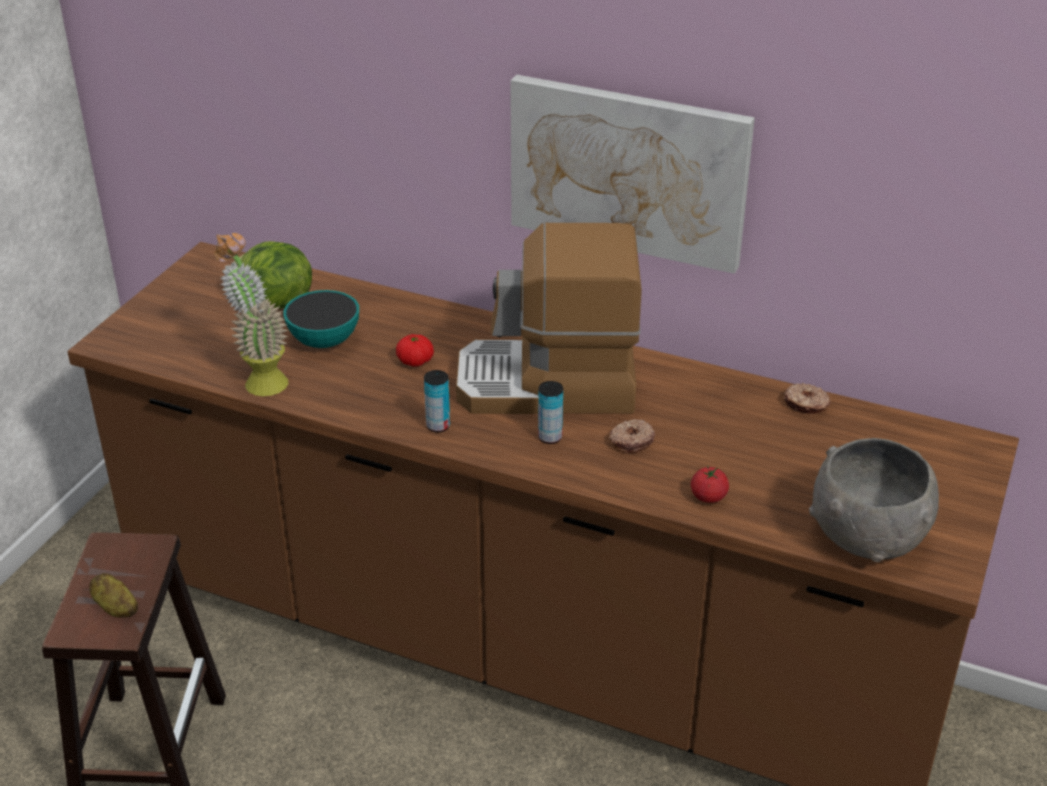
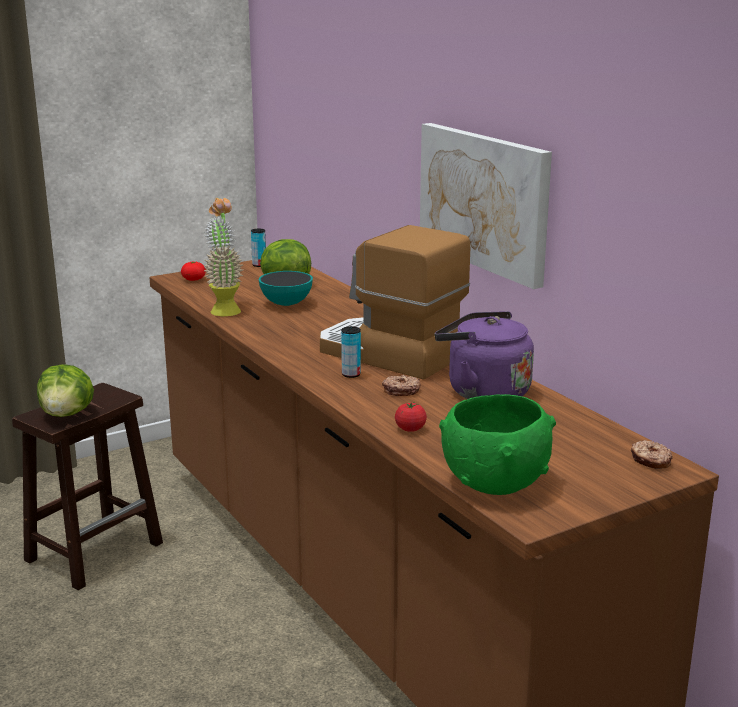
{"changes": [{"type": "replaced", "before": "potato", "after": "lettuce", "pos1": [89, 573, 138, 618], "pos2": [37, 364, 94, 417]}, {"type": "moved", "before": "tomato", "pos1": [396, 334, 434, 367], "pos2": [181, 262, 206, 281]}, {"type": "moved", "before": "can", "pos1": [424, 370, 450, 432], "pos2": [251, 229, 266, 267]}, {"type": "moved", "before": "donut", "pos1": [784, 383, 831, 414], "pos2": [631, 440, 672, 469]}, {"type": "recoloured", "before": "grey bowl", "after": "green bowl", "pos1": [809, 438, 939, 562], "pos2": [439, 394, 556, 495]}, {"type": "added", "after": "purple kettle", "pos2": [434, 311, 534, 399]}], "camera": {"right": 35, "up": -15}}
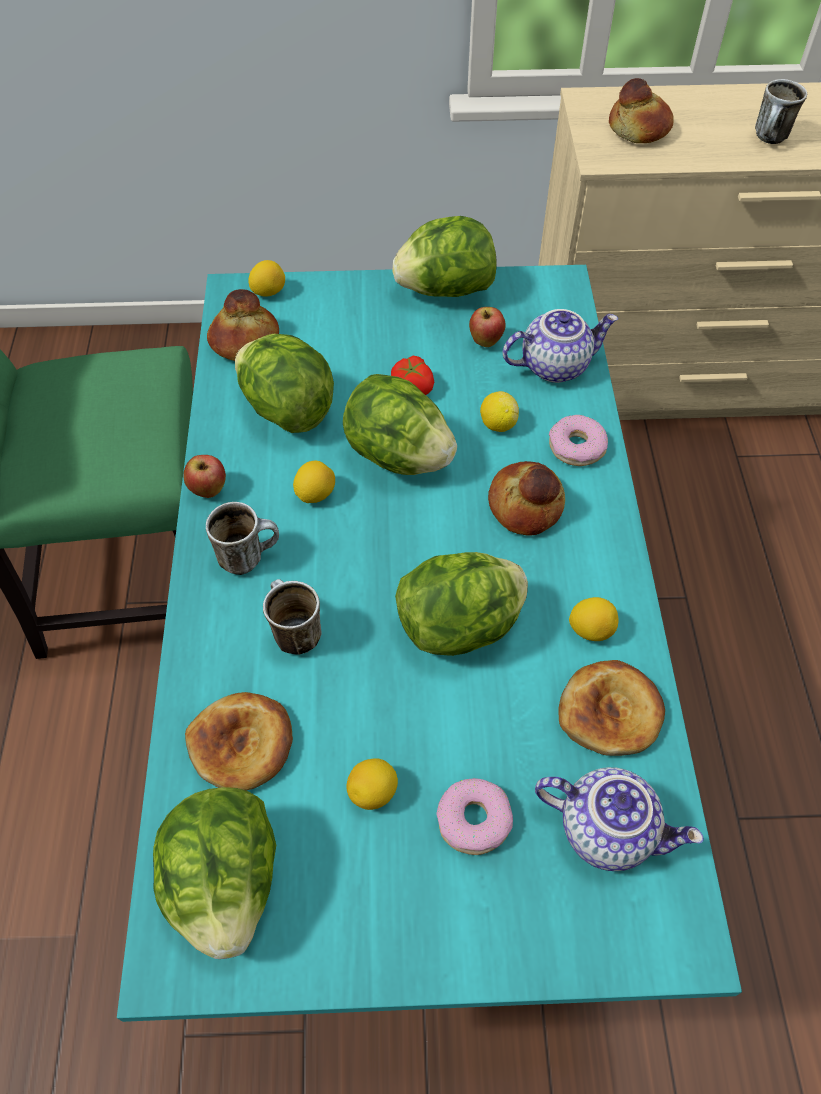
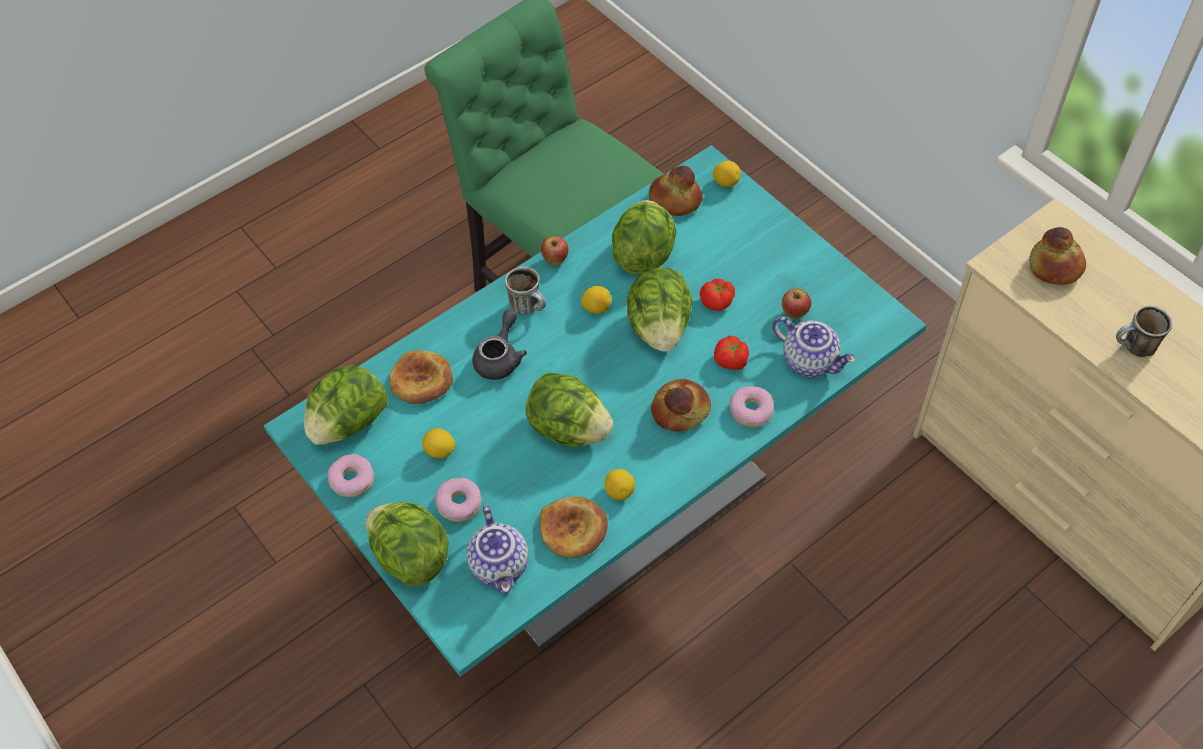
{"changes": [{"type": "replaced", "before": "mug", "after": "grey teapot", "pos1": [263, 579, 322, 655], "pos2": [472, 310, 527, 380]}, {"type": "moved", "before": "lettuce", "pos1": [393, 216, 497, 297], "pos2": [366, 502, 448, 586]}, {"type": "replaced", "before": "lemon", "after": "tomato", "pos1": [480, 391, 519, 432], "pos2": [714, 336, 749, 370]}, {"type": "added", "after": "donut", "pos2": [328, 454, 374, 497]}], "camera": {"right": 55, "up": 0}}
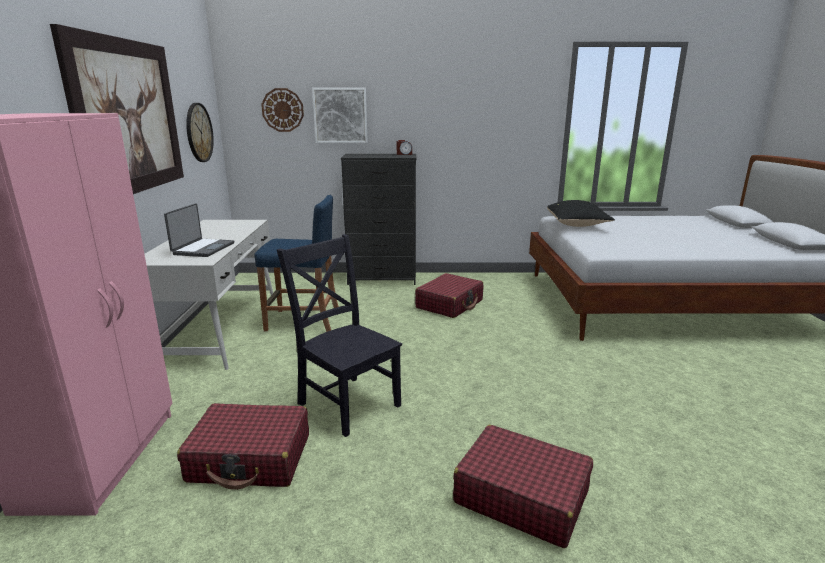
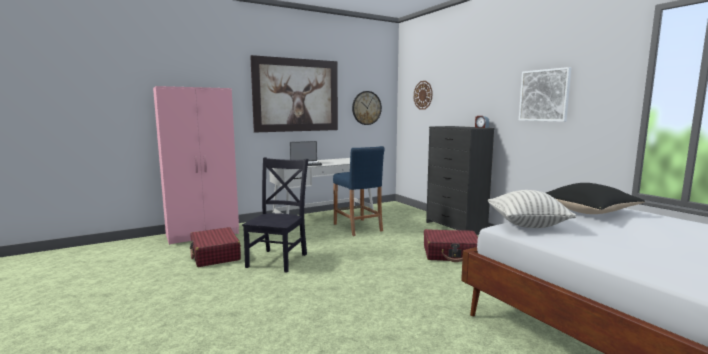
{"changes": [{"type": "moved", "before": "picture", "pos1": [312, 88, 368, 143], "pos2": [519, 67, 571, 122]}, {"type": "removed", "before": "red suitcase", "pos1": [453, 425, 593, 548]}, {"type": "added", "after": "pillow", "pos2": [488, 190, 576, 228]}], "camera": {"right": 60, "up": -10}}
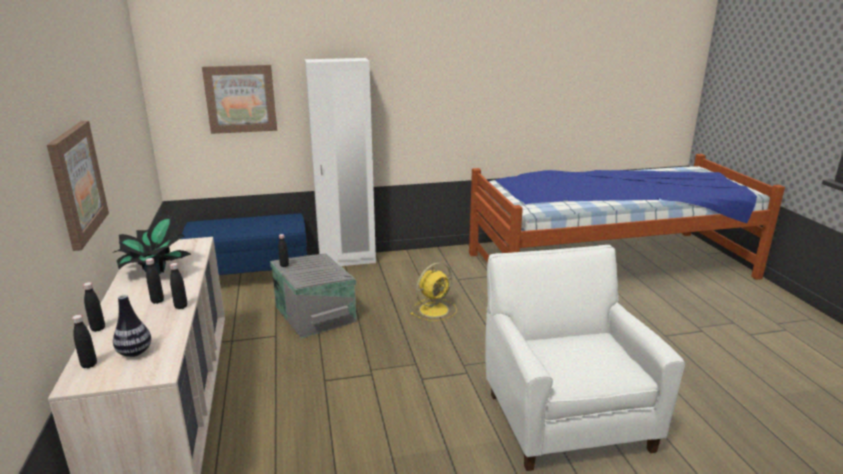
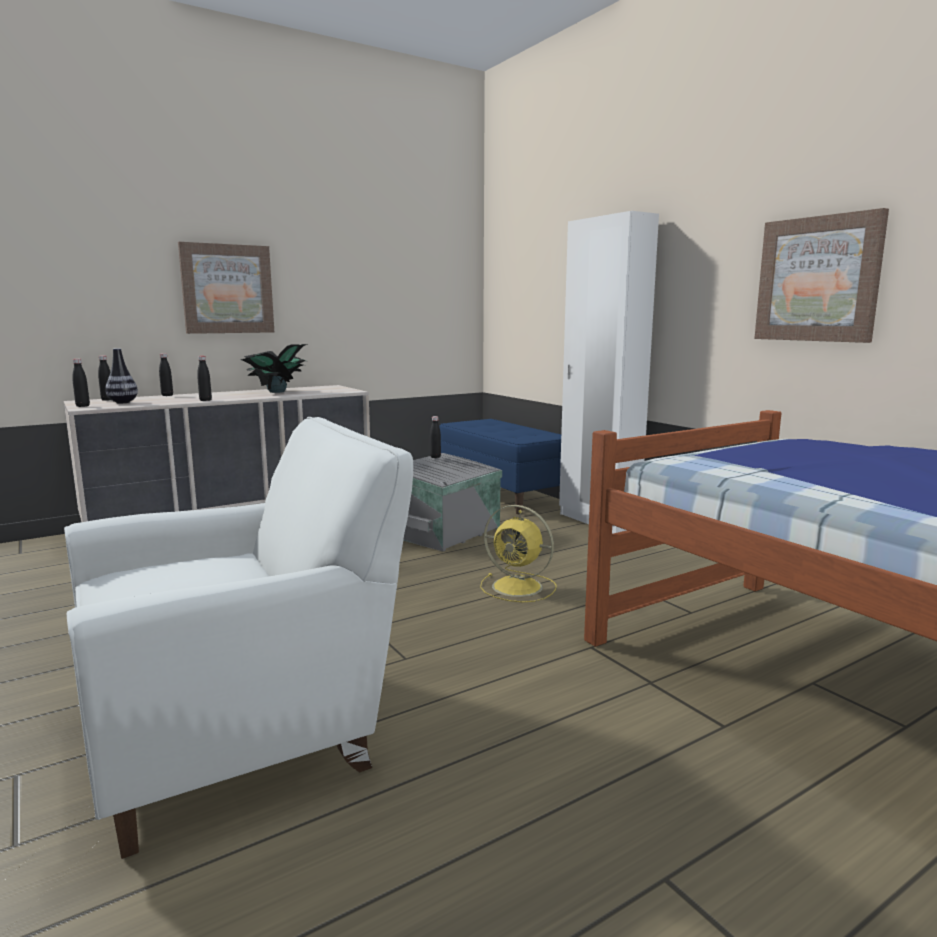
{"changes": [{"type": "moved", "before": "black bottle", "pos1": [146, 258, 164, 304], "pos2": [72, 359, 90, 407]}, {"type": "moved", "before": "picture", "pos1": [202, 65, 277, 134], "pos2": [754, 208, 889, 343]}], "camera": {"right": 70, "up": -10}}
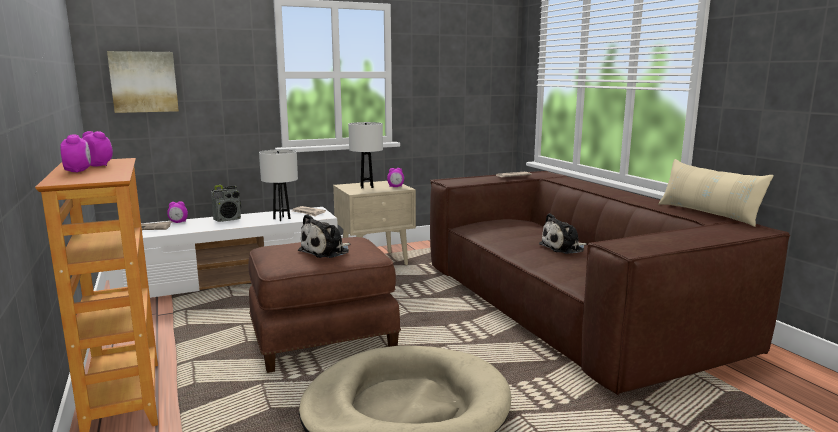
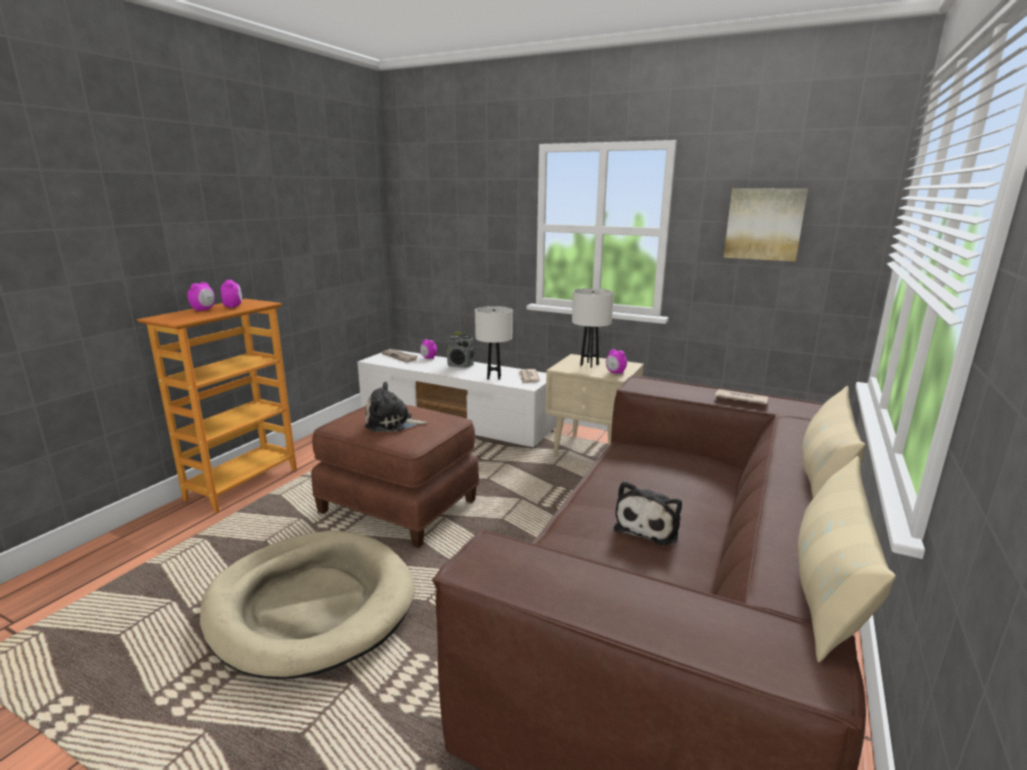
{"changes": [{"type": "moved", "before": "picture", "pos1": [107, 51, 179, 113], "pos2": [724, 188, 808, 262]}, {"type": "turned", "before": "plush toy", "pos1": [539, 213, 587, 254], "pos2": [614, 481, 682, 545], "turn": -90}, {"type": "added", "after": "beige pillow", "pos2": [802, 386, 866, 498]}], "camera": {"right": 50, "up": 5}}
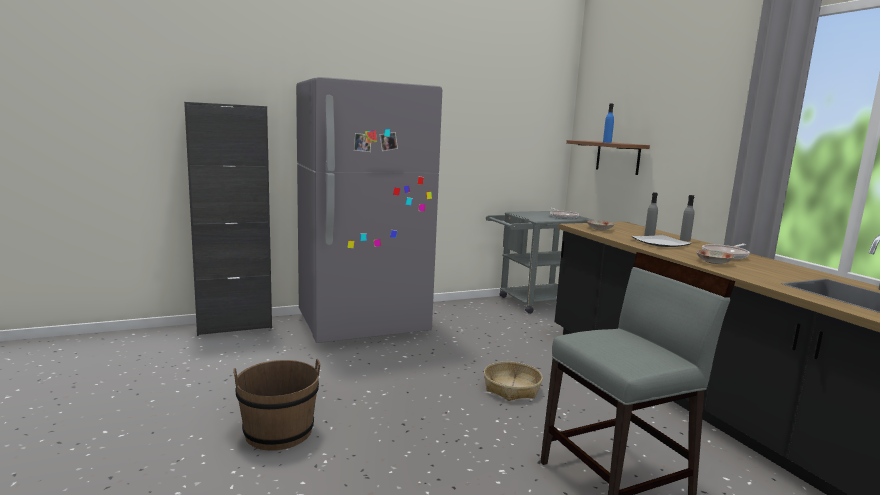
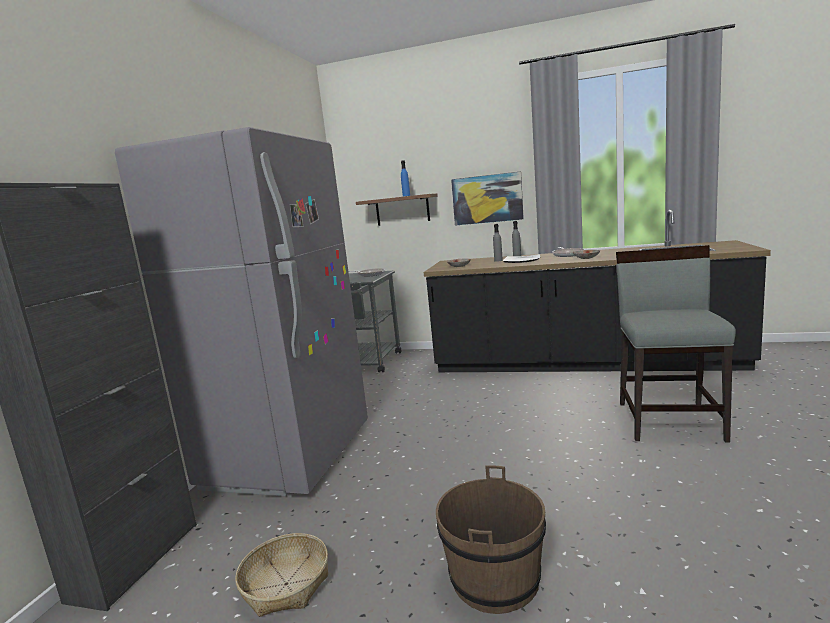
{"changes": [{"type": "moved", "before": "basket", "pos1": [484, 361, 543, 401], "pos2": [235, 533, 328, 617]}, {"type": "added", "after": "picture", "pos2": [451, 171, 524, 225]}], "camera": {"right": -50, "up": 0}}
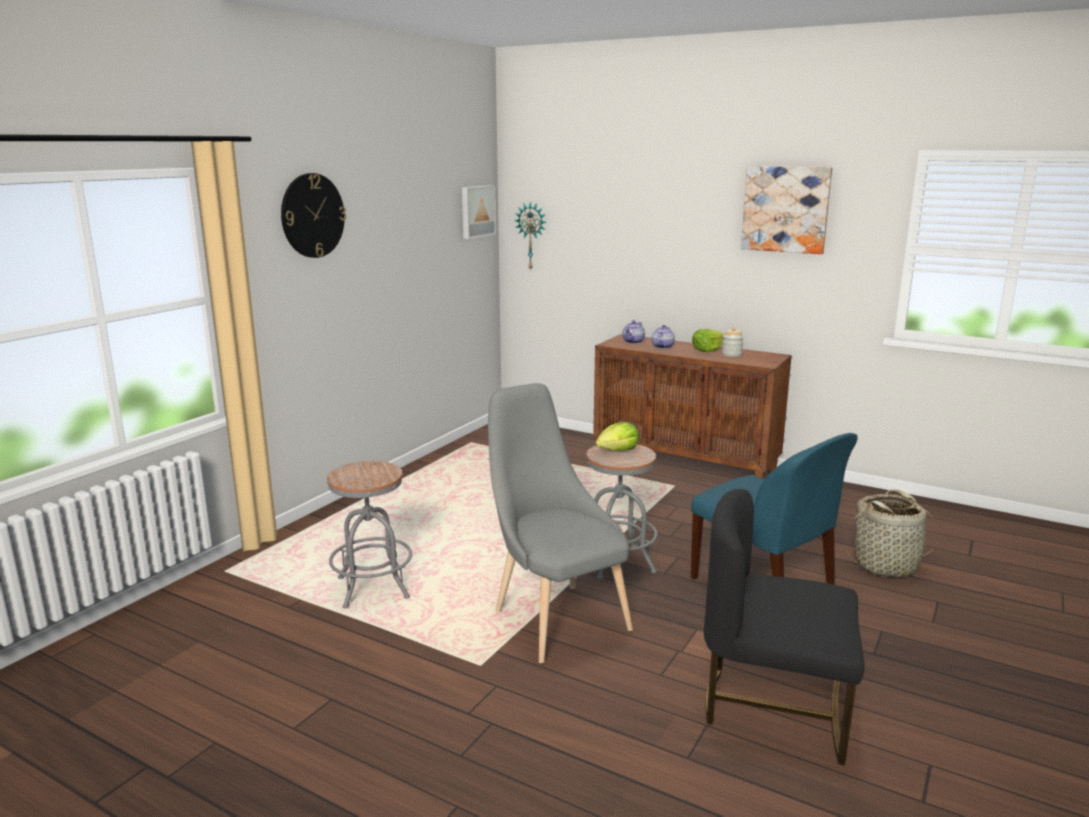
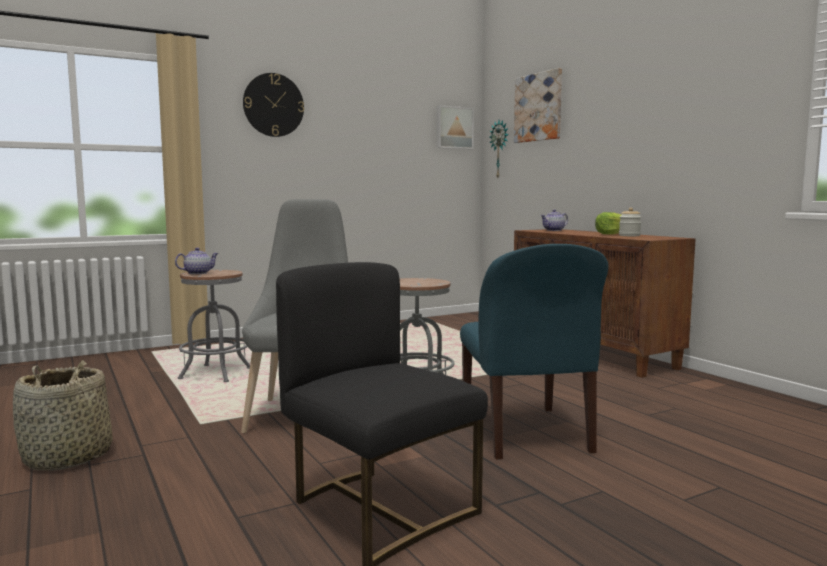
{"changes": [{"type": "removed", "before": "lettuce", "pos1": [596, 422, 639, 451]}, {"type": "moved", "before": "teapot", "pos1": [652, 325, 675, 349], "pos2": [175, 248, 219, 274]}, {"type": "moved", "before": "picture", "pos1": [741, 166, 832, 254], "pos2": [514, 68, 562, 143]}, {"type": "moved", "before": "basket", "pos1": [847, 489, 940, 577], "pos2": [13, 360, 113, 471]}], "camera": {"right": 30, "up": -10}}
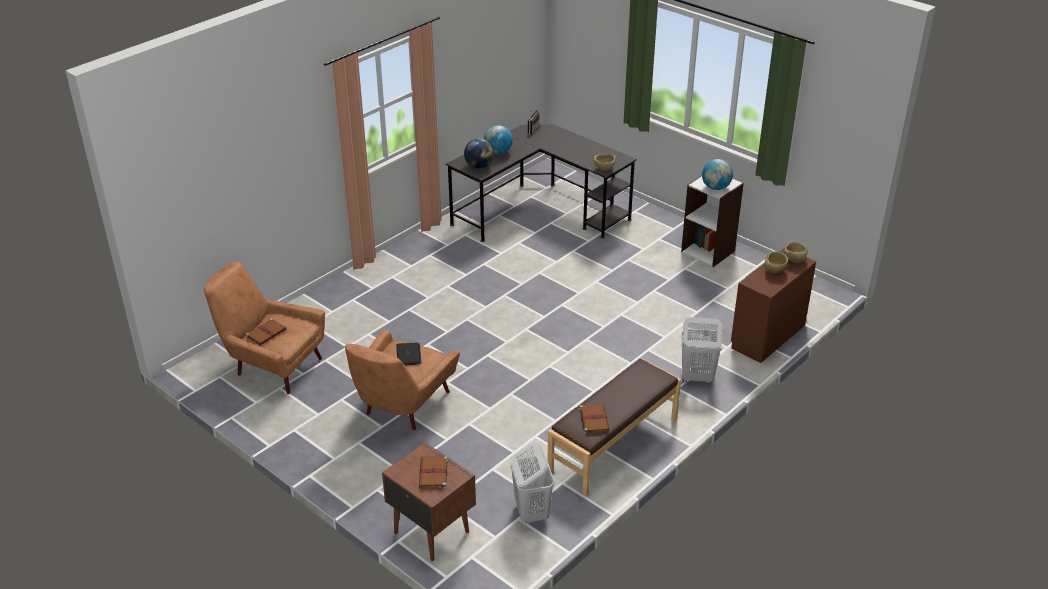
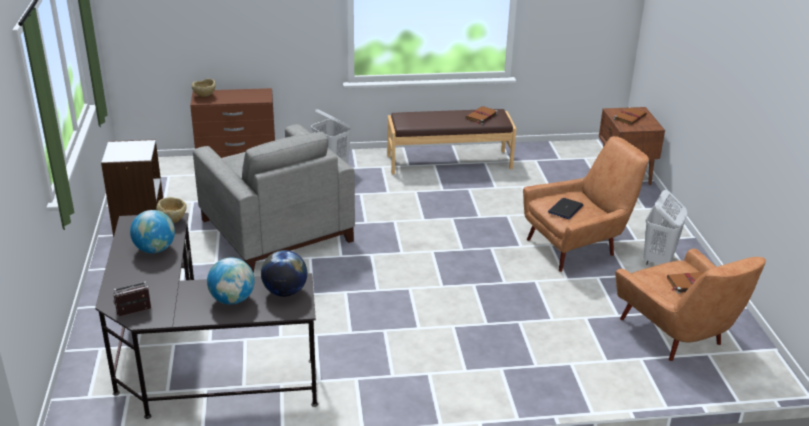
{"changes": [{"type": "moved", "before": "white laundry basket", "pos1": [511, 443, 554, 523], "pos2": [644, 190, 687, 265]}, {"type": "moved", "before": "globe", "pos1": [702, 159, 733, 190], "pos2": [130, 210, 175, 253]}, {"type": "removed", "before": "beige bowl", "pos1": [764, 251, 788, 273]}, {"type": "added", "after": "grey armchair", "pos2": [193, 124, 355, 273]}], "camera": {"right": -140, "up": -5}}
